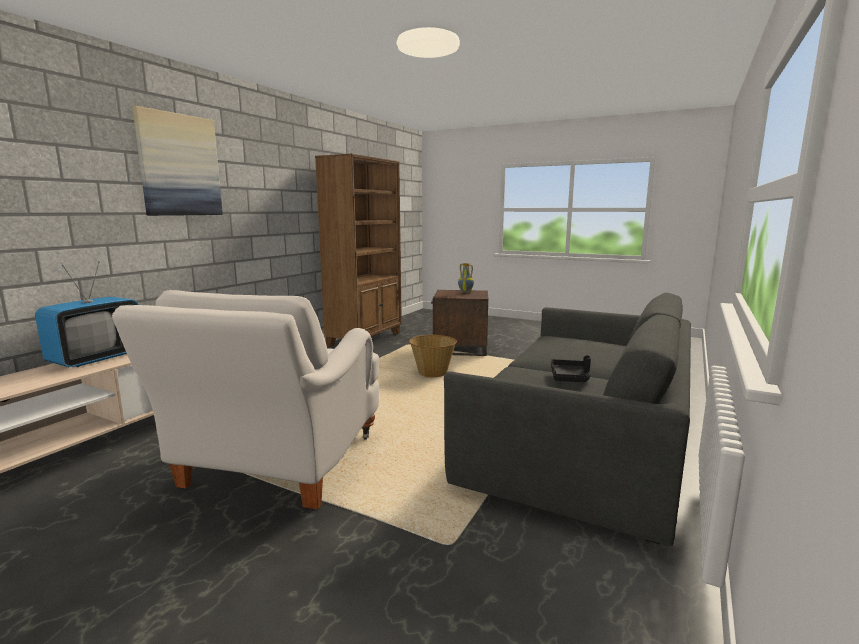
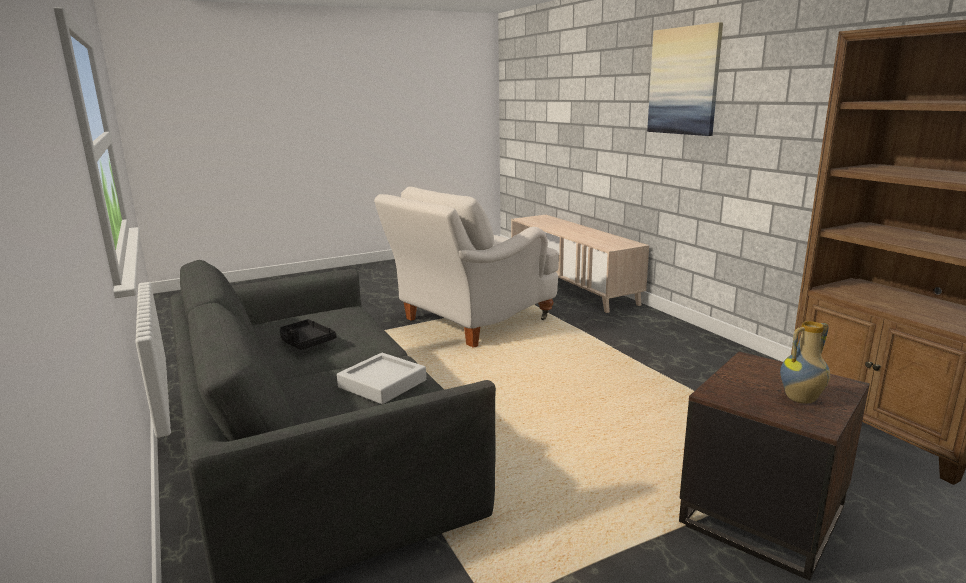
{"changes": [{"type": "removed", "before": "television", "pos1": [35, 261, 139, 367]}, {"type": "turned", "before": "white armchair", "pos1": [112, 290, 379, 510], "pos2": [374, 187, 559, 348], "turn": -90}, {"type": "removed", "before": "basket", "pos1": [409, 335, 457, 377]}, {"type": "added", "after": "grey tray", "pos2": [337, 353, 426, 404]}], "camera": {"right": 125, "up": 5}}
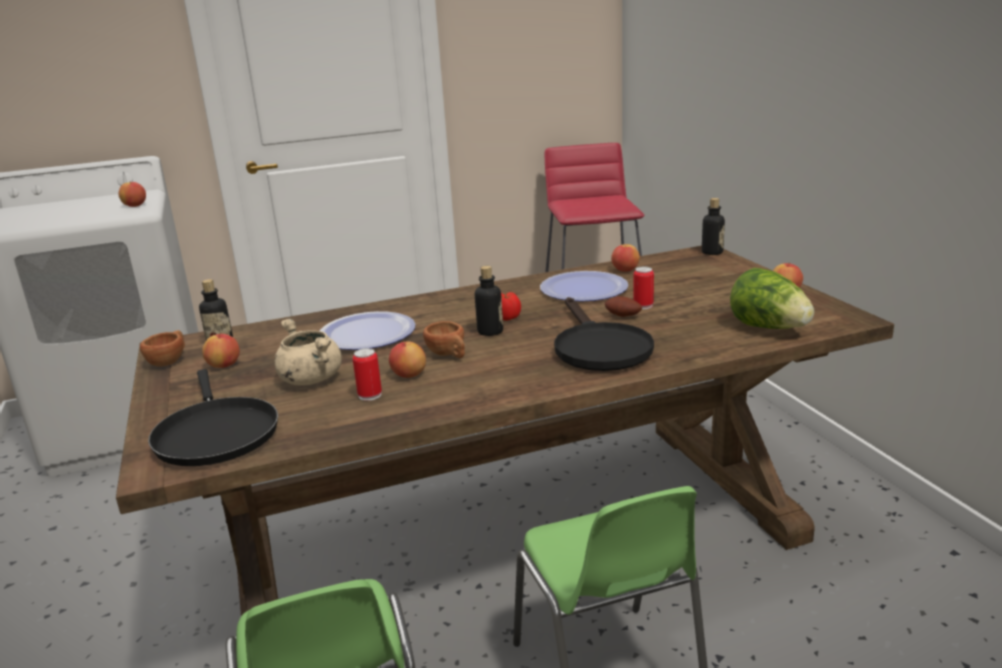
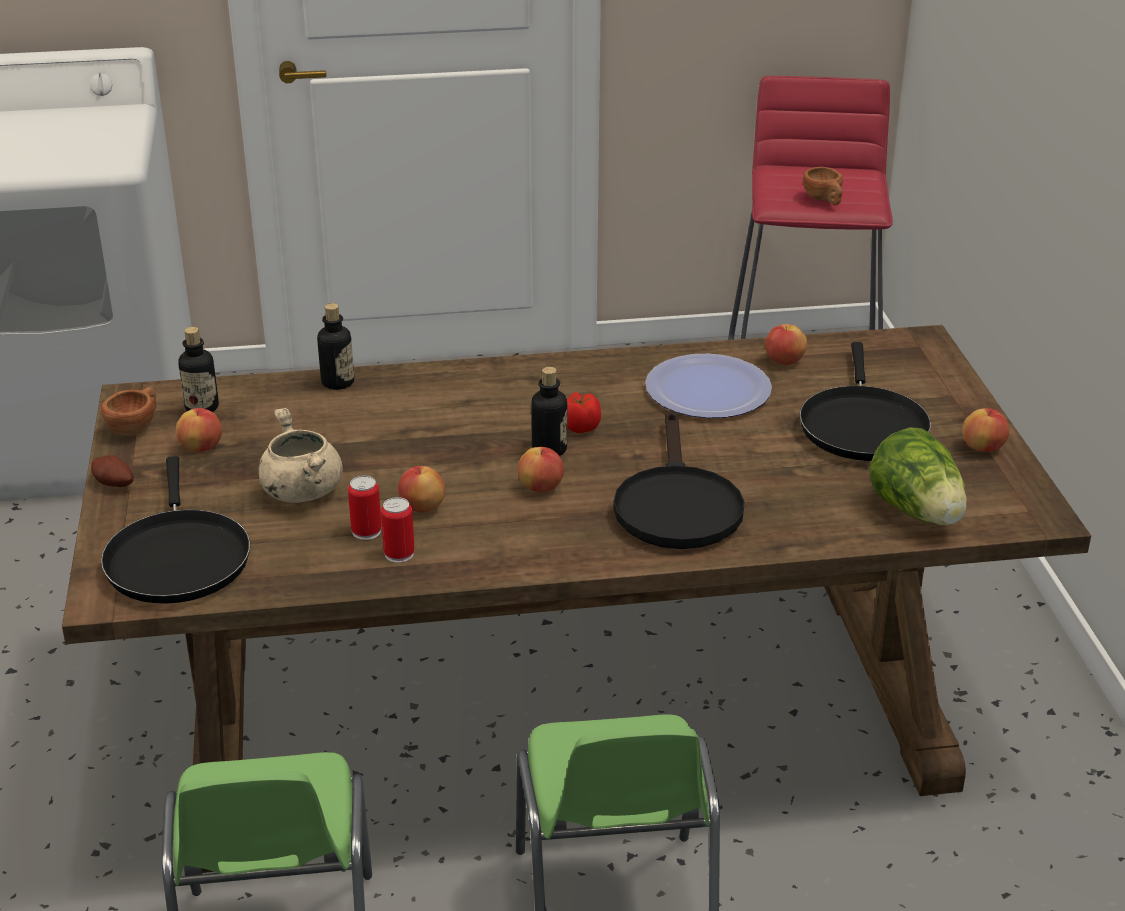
{"changes": [{"type": "moved", "before": "apple", "pos1": [119, 182, 146, 207], "pos2": [518, 447, 564, 492]}, {"type": "removed", "before": "plate", "pos1": [320, 311, 416, 350]}, {"type": "moved", "before": "brown cup", "pos1": [423, 321, 465, 358], "pos2": [803, 167, 843, 205]}, {"type": "moved", "before": "potato", "pos1": [605, 296, 642, 317], "pos2": [91, 455, 134, 487]}, {"type": "moved", "before": "can", "pos1": [633, 266, 654, 309], "pos2": [381, 497, 415, 563]}, {"type": "moved", "before": "bottle", "pos1": [702, 198, 725, 255], "pos2": [317, 303, 354, 390]}, {"type": "added", "after": "black frying pan", "pos2": [799, 342, 931, 461]}], "camera": {"right": 10, "up": 10}}
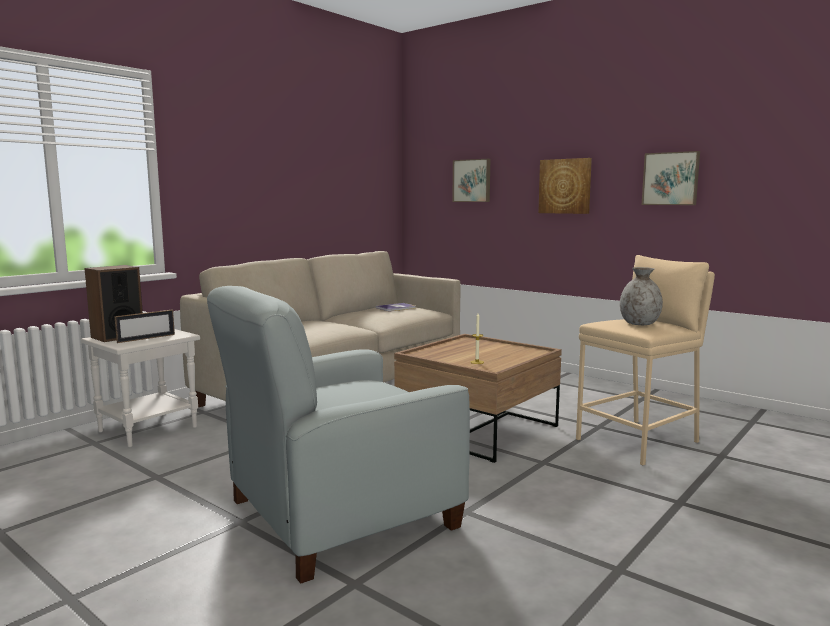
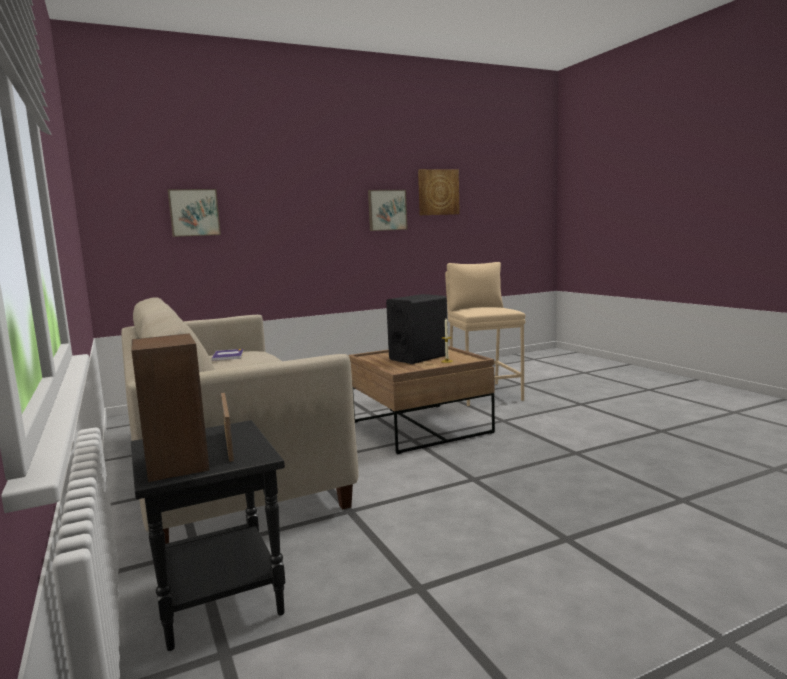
{"changes": [{"type": "recoloured", "before": "white side table", "after": "black side table", "pos1": [81, 329, 200, 447], "pos2": [131, 420, 285, 651]}, {"type": "removed", "before": "grey armchair", "pos1": [207, 286, 470, 583]}, {"type": "moved", "before": "picture", "pos1": [538, 158, 592, 214], "pos2": [418, 169, 460, 215]}, {"type": "removed", "before": "grey vase", "pos1": [620, 267, 663, 325]}, {"type": "added", "after": "black speaker", "pos2": [386, 294, 448, 364]}], "camera": {"right": -65, "up": 0}}
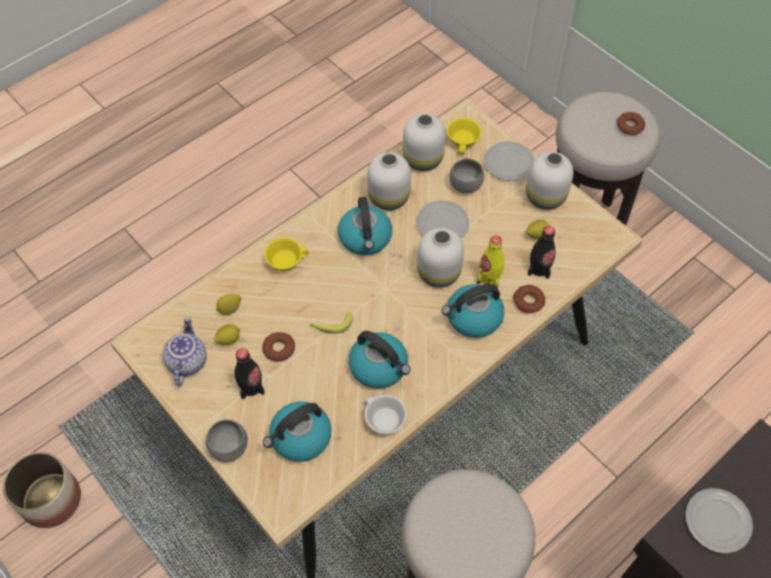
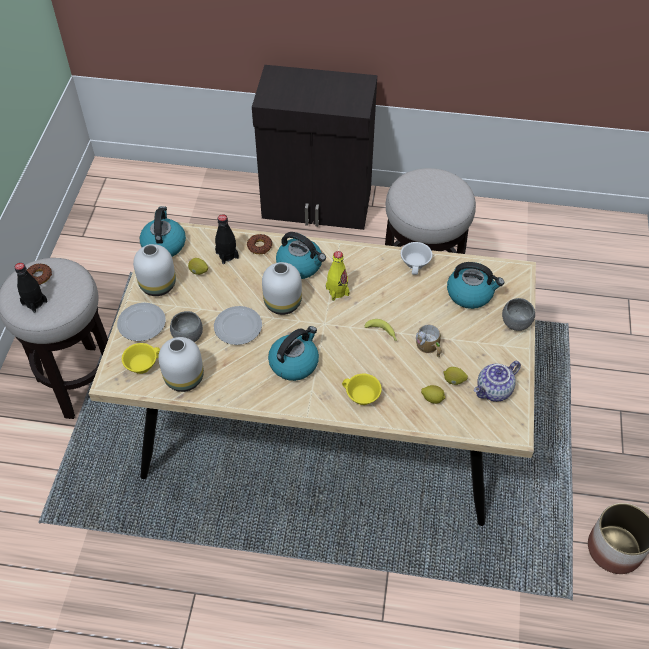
{"changes": [{"type": "moved", "before": "black bottle", "pos1": [235, 348, 265, 399], "pos2": [15, 263, 48, 313]}, {"type": "replaced", "before": "donut", "after": "mug", "pos1": [262, 332, 295, 362], "pos2": [416, 325, 442, 357]}, {"type": "moved", "before": "kettle", "pos1": [349, 331, 411, 388], "pos2": [140, 206, 186, 257]}, {"type": "removed", "before": "white vase", "pos1": [367, 152, 411, 210]}, {"type": "moved", "before": "yellow bottle", "pos1": [477, 236, 504, 288], "pos2": [326, 251, 350, 301]}, {"type": "removed", "before": "plate", "pos1": [685, 488, 753, 553]}], "camera": {"right": -130, "up": -5}}
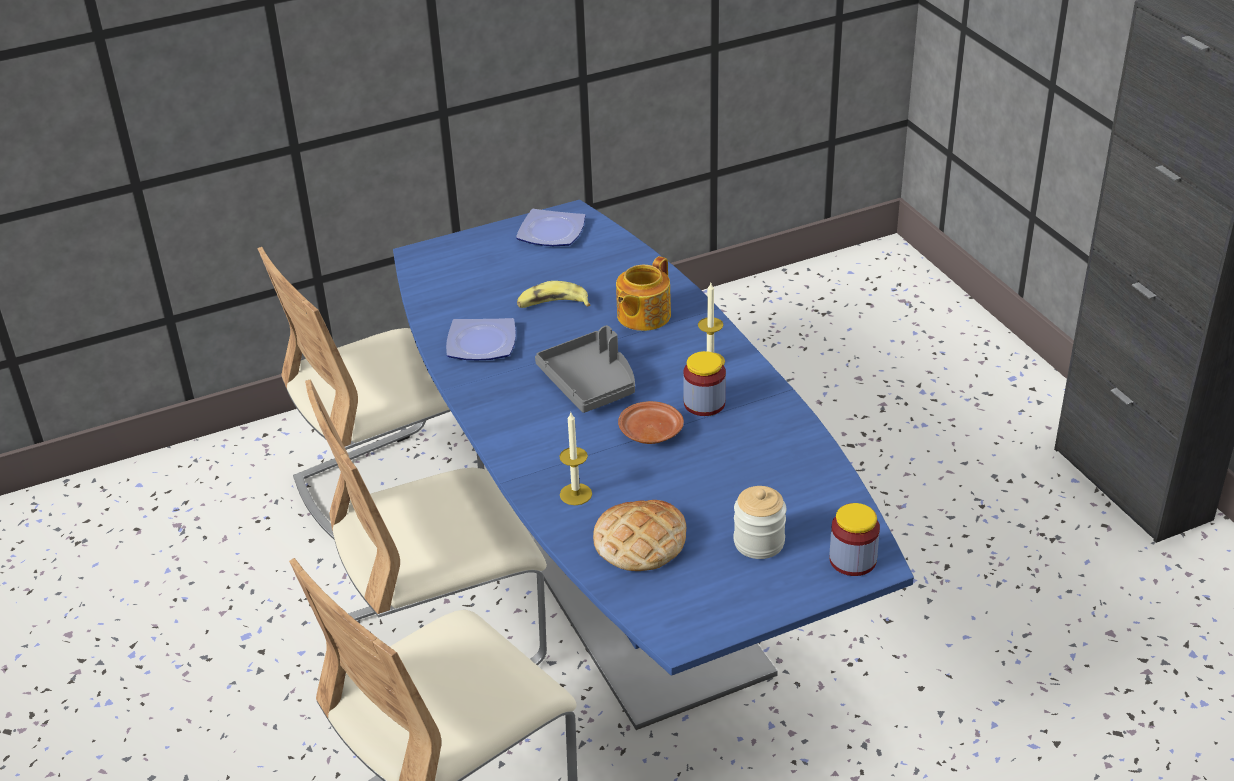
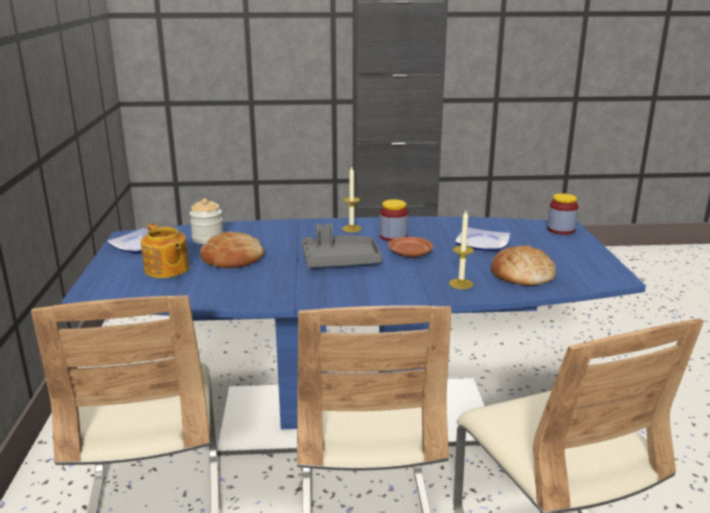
{"changes": [{"type": "moved", "before": "plate", "pos1": [446, 318, 516, 360], "pos2": [455, 227, 510, 251]}, {"type": "replaced", "before": "banana", "after": "bread", "pos1": [517, 281, 590, 308], "pos2": [200, 232, 264, 268]}, {"type": "moved", "before": "teapot", "pos1": [616, 256, 671, 331], "pos2": [141, 223, 189, 278]}, {"type": "moved", "before": "jar", "pos1": [734, 486, 786, 559], "pos2": [189, 198, 224, 244]}], "camera": {"right": -70, "up": -15}}
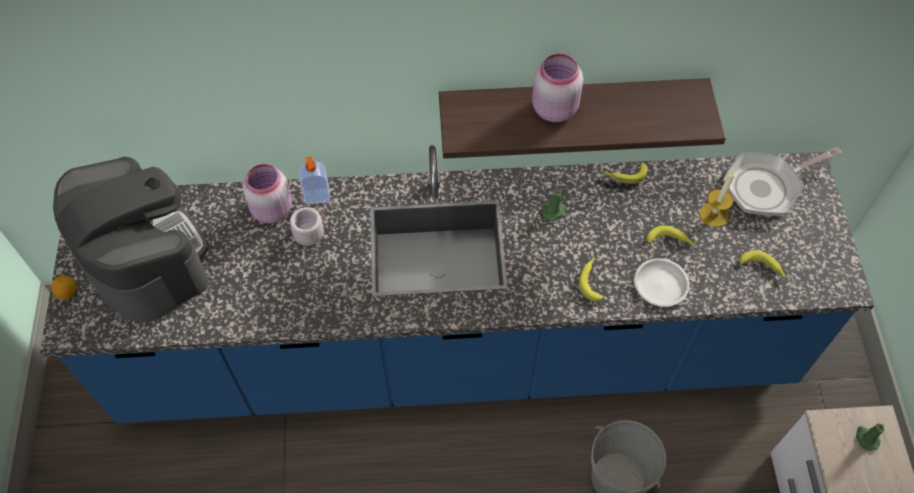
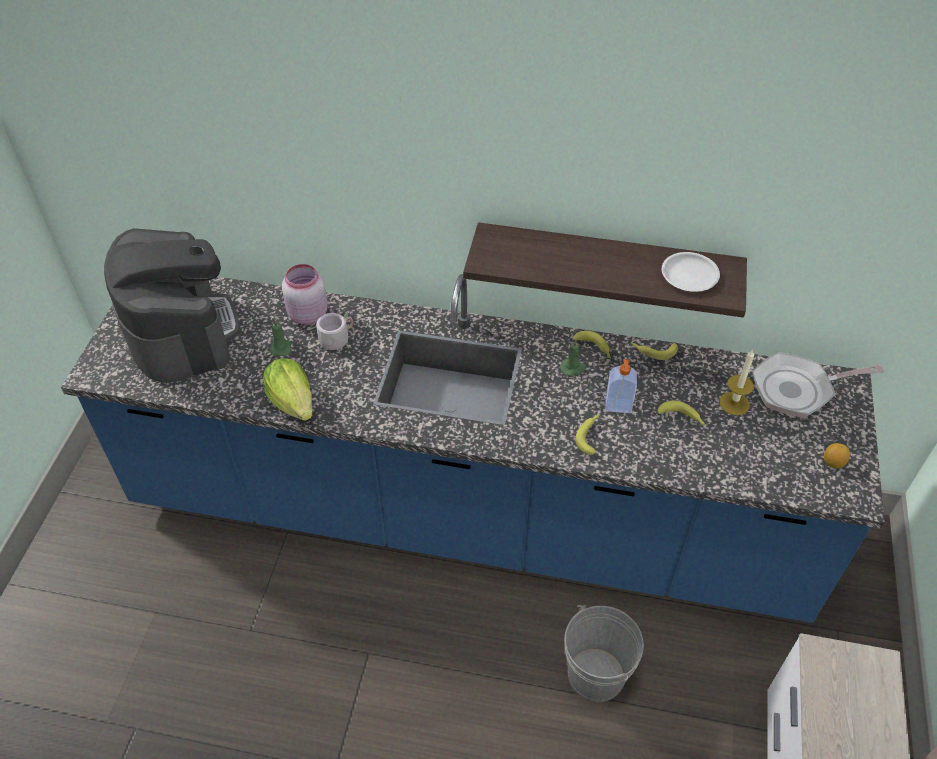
{"changes": [{"type": "moved", "before": "lemon", "pos1": [51, 276, 77, 300], "pos2": [824, 443, 850, 468]}, {"type": "moved", "before": "soap dispenser", "pos1": [299, 157, 330, 205], "pos2": [605, 359, 637, 413]}, {"type": "removed", "before": "pink jar", "pos1": [532, 54, 583, 122]}, {"type": "moved", "before": "white plate", "pos1": [634, 258, 689, 307], "pos2": [662, 252, 720, 292]}, {"type": "moved", "before": "banana", "pos1": [739, 250, 787, 278], "pos2": [573, 331, 611, 358]}, {"type": "moved", "before": "green candle", "pos1": [856, 423, 884, 451], "pos2": [270, 319, 292, 356]}, {"type": "added", "after": "lettuce", "pos2": [263, 358, 313, 421]}], "camera": {"right": 15, "up": -10}}
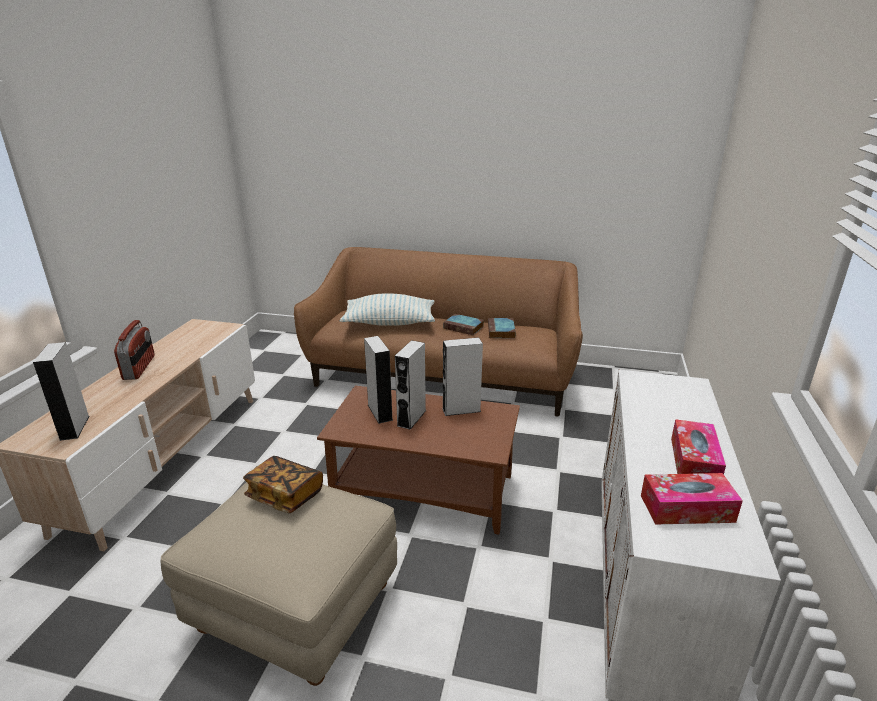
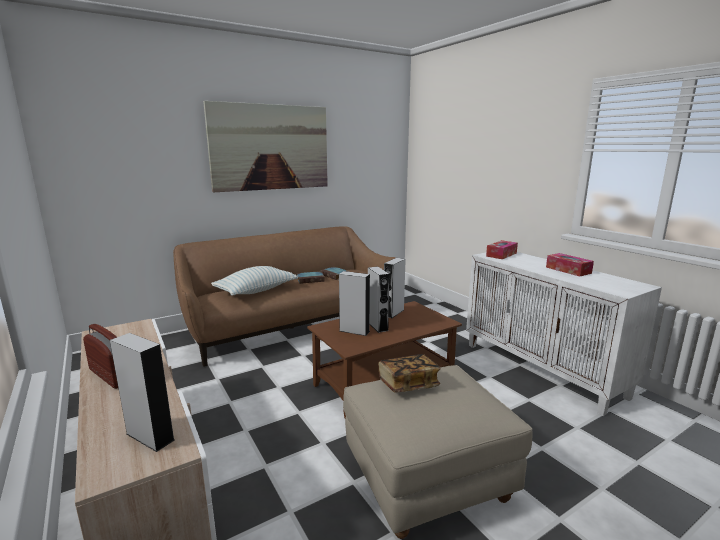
{"changes": [{"type": "moved", "before": "tissue box", "pos1": [641, 473, 743, 524], "pos2": [486, 240, 518, 259]}, {"type": "added", "after": "picture", "pos2": [203, 101, 328, 192]}], "camera": {"right": -45, "up": -10}}
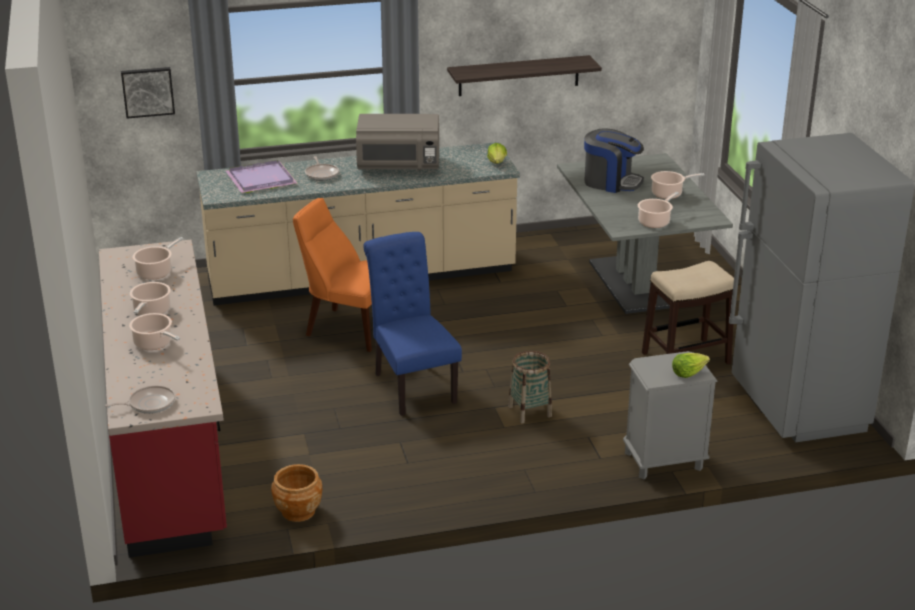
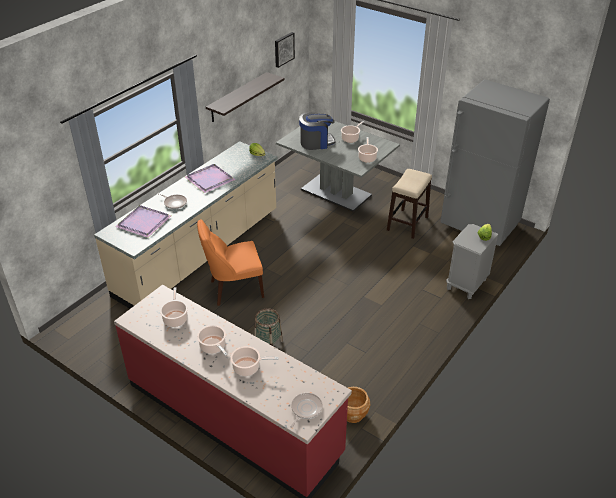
{"changes": [{"type": "moved", "before": "picture", "pos1": [121, 67, 175, 119], "pos2": [275, 32, 295, 68]}, {"type": "replaced", "before": "grey microwave", "after": "purple tray", "pos1": [356, 114, 440, 170], "pos2": [185, 164, 236, 193]}, {"type": "removed", "before": "blue chair", "pos1": [363, 232, 462, 416]}, {"type": "moved", "before": "basket", "pos1": [508, 351, 552, 424], "pos2": [254, 308, 283, 346]}], "camera": {"right": -40, "up": 10}}
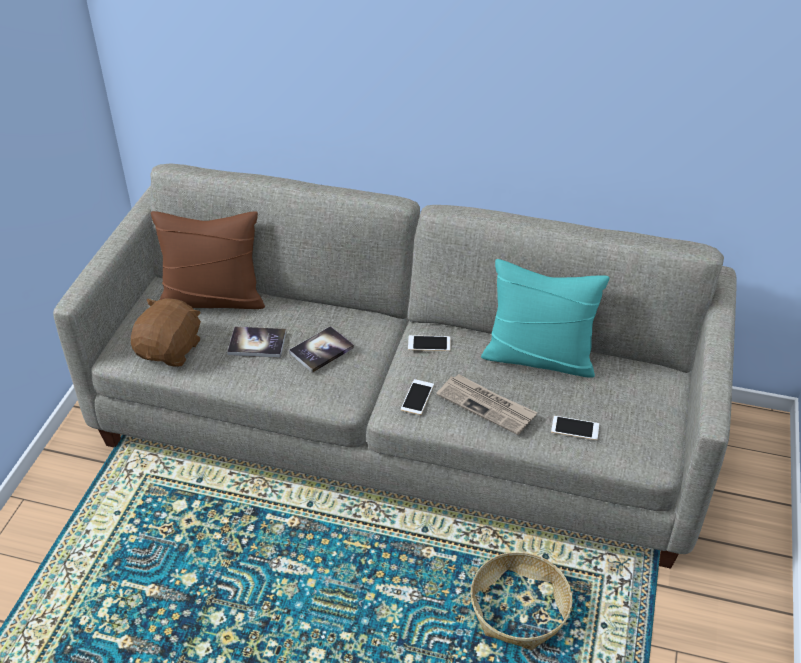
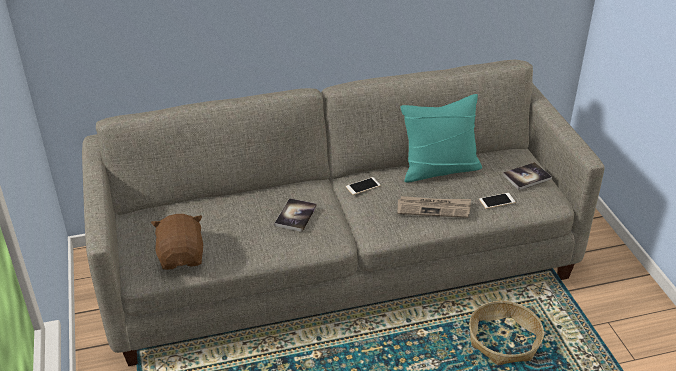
{"changes": [{"type": "removed", "before": "brown pillow", "pos1": [151, 211, 265, 309]}, {"type": "moved", "before": "book", "pos1": [227, 327, 286, 358], "pos2": [503, 162, 552, 190]}, {"type": "removed", "before": "phone", "pos1": [401, 379, 434, 415]}], "camera": {"right": -30, "up": -5}}
